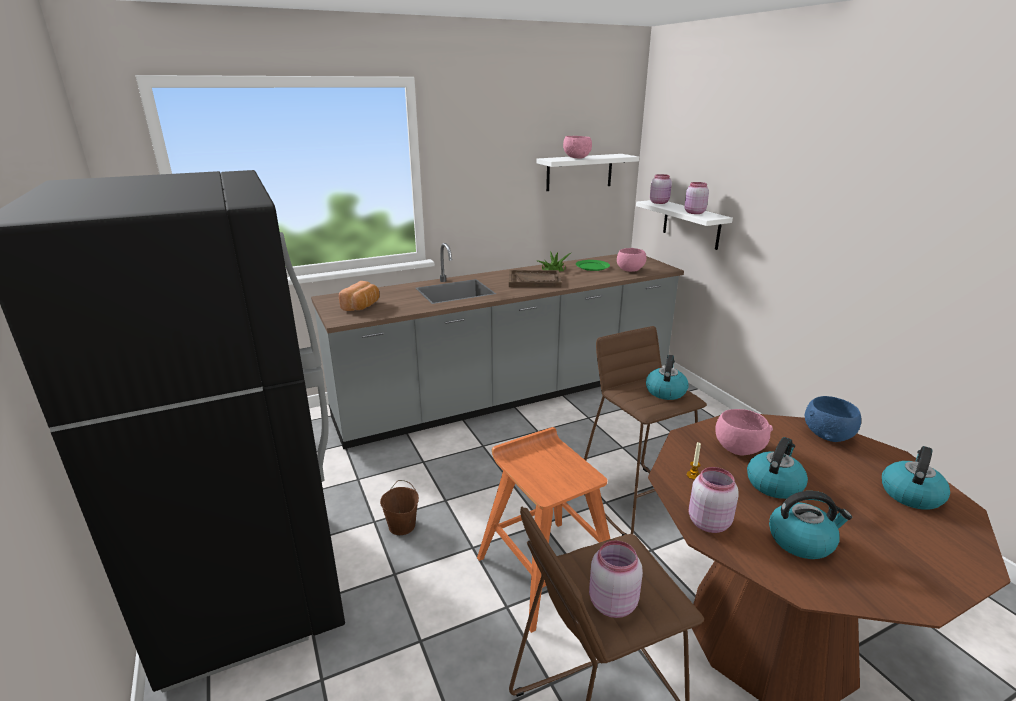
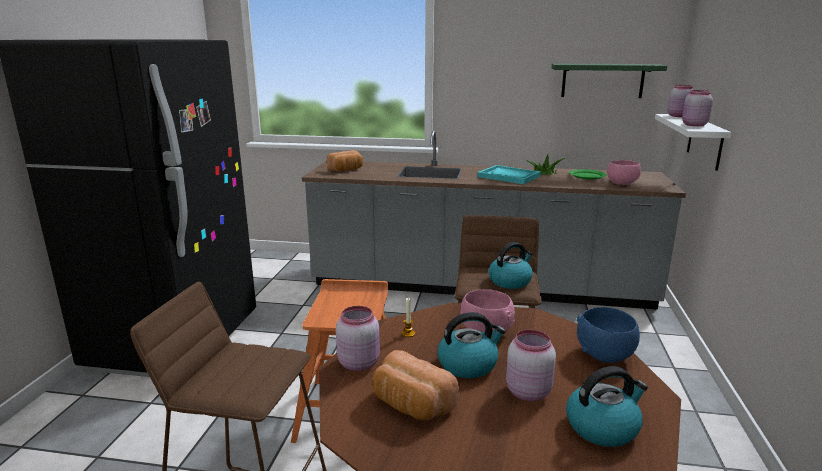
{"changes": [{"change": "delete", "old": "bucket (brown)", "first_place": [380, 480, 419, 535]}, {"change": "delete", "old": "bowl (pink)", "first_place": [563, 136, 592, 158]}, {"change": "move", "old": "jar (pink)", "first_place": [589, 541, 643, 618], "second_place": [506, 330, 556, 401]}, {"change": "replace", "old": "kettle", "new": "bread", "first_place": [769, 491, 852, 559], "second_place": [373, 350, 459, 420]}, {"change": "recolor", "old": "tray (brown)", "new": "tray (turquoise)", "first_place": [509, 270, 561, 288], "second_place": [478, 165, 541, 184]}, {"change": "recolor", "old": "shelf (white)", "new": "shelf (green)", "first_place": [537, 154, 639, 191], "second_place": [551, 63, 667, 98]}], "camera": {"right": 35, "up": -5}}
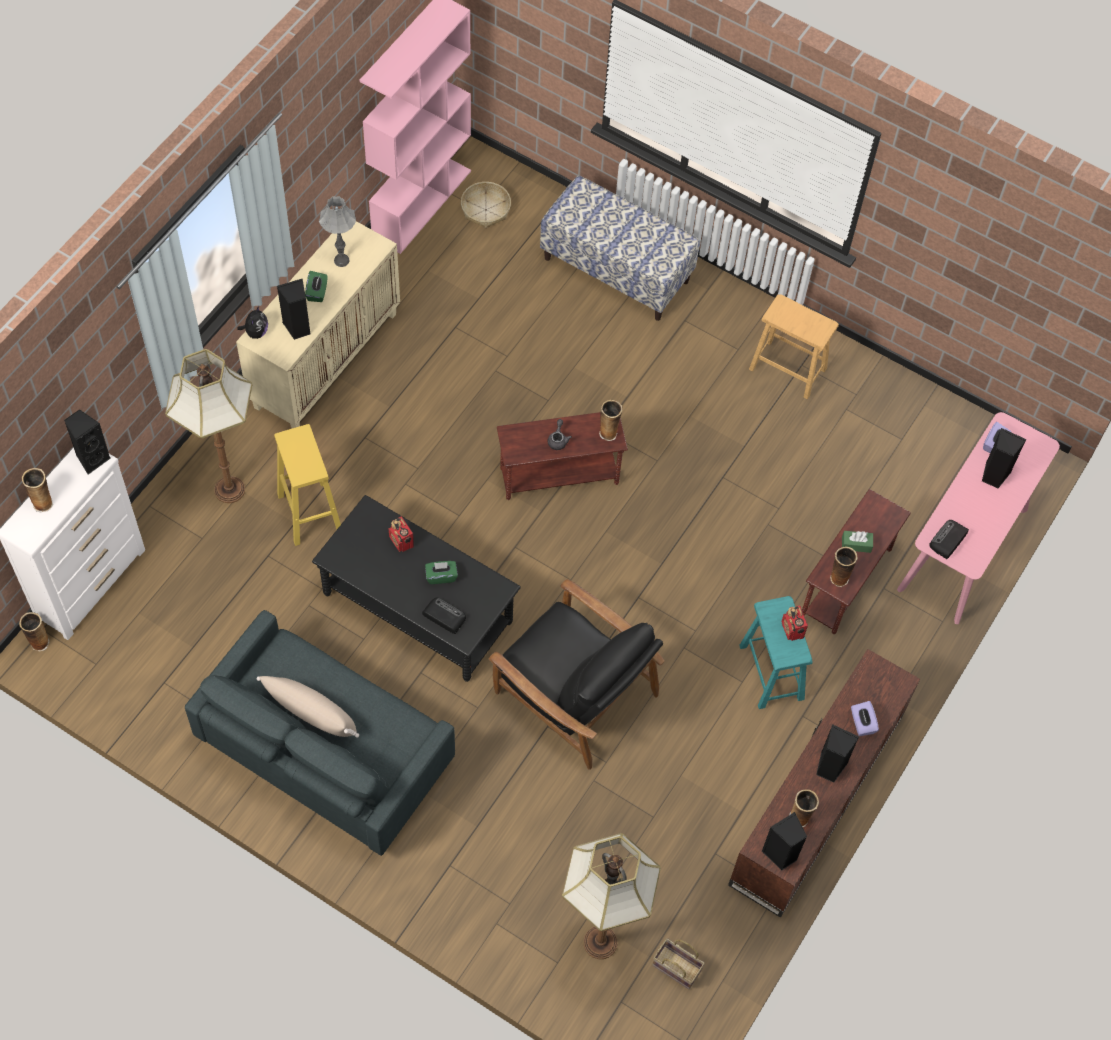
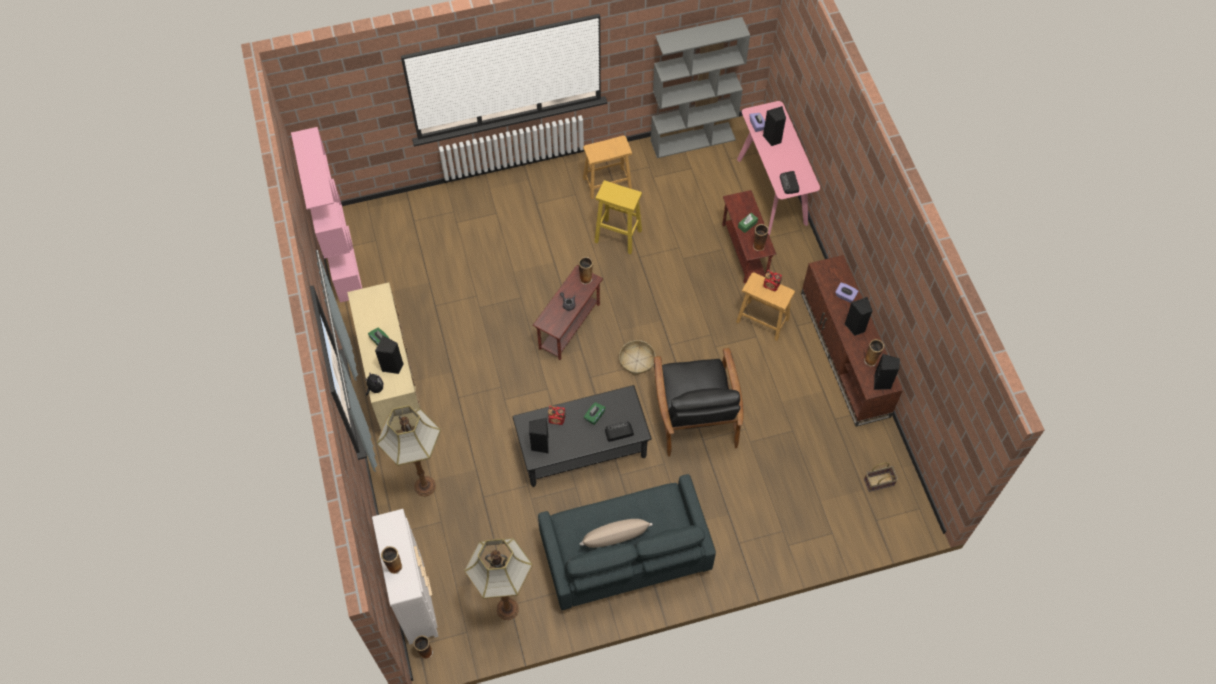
{"changes": [{"change": "delete", "old": "table lamp (grey)", "first_place": [319, 196, 356, 267]}, {"change": "delete", "old": "bench", "first_place": [540, 176, 700, 321]}, {"change": "insert", "new": "bookcase (grey)", "second_place": [651, 17, 750, 158]}, {"change": "move", "old": "speaker (black)", "first_place": [64, 409, 111, 475], "second_place": [529, 418, 549, 454]}, {"change": "move", "old": "stool (yellow)", "first_place": [274, 424, 341, 546], "second_place": [594, 180, 642, 254]}, {"change": "move", "old": "basket", "first_place": [461, 182, 511, 228], "second_place": [619, 340, 656, 375]}, {"change": "move", "old": "floor lamp", "first_place": [562, 833, 661, 959], "second_place": [464, 538, 533, 620]}, {"change": "recolor", "old": "stool (turquoise)", "new": "stool (brown)", "first_place": [739, 596, 813, 709], "second_place": [736, 273, 795, 341]}, {"change": "rotate", "old": "armchair (black)", "first_place": [489, 579, 665, 770], "second_place": [654, 348, 744, 457], "degrees": 90}], "camera": {"right": -45, "up": 0}}
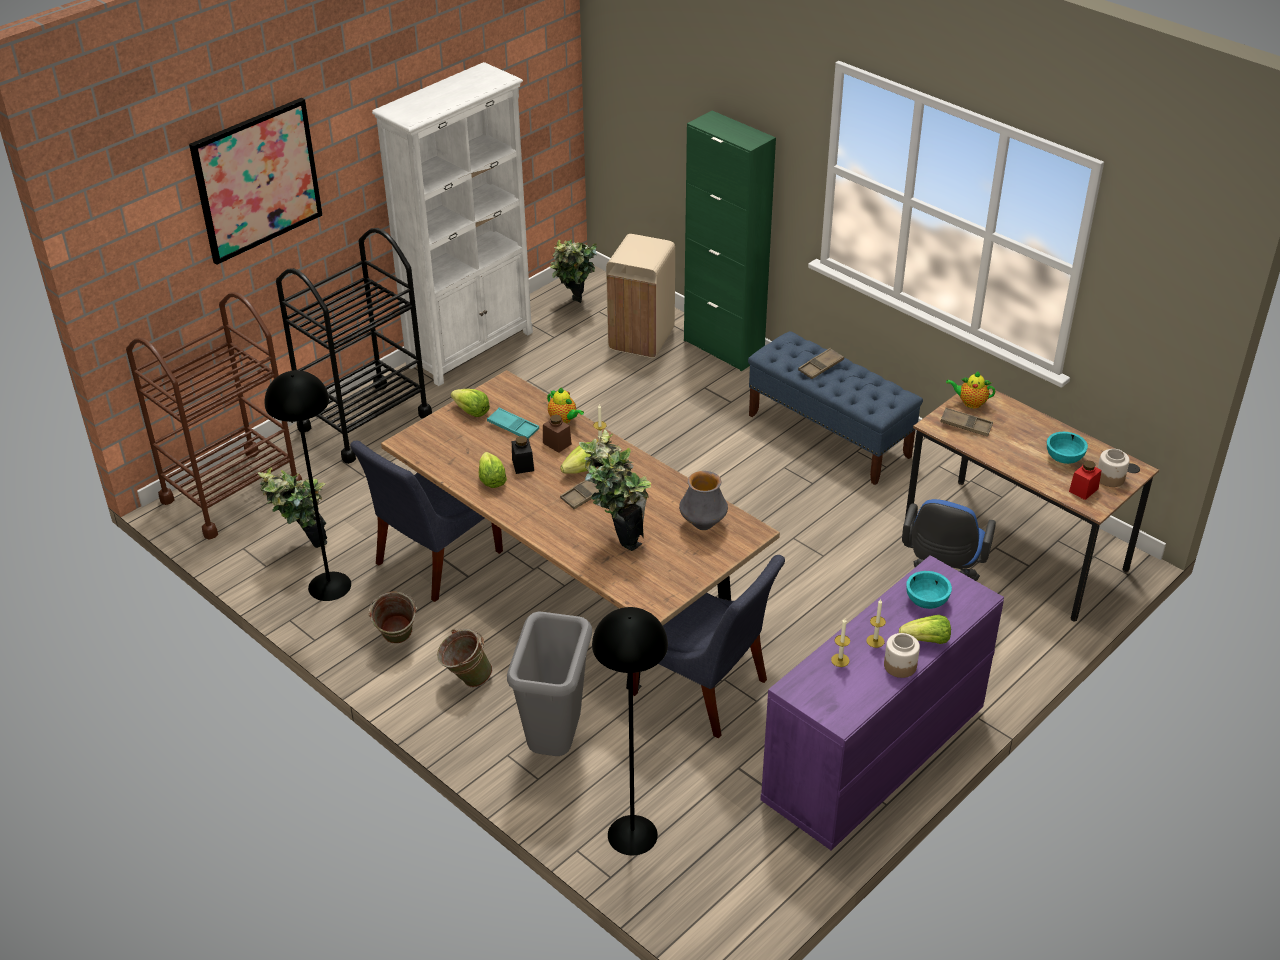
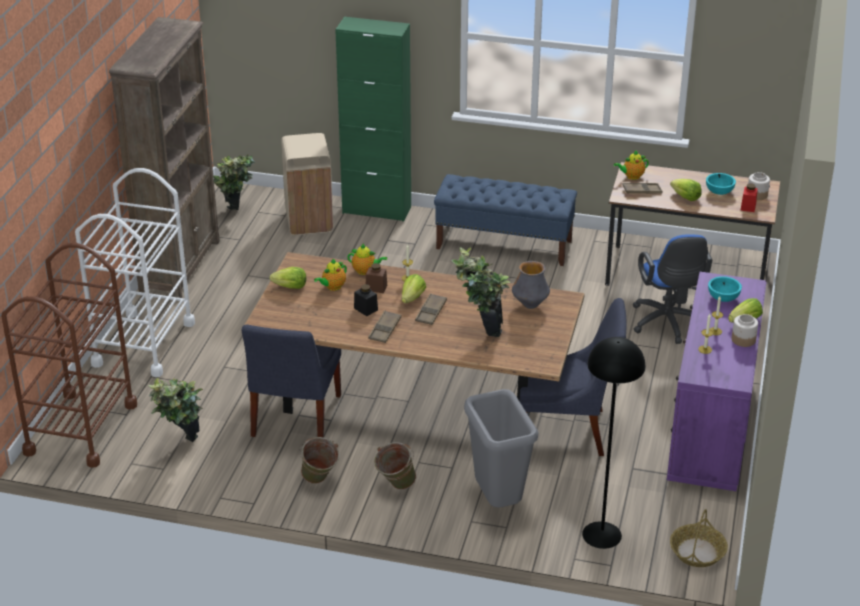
{"changes": [{"change": "delete", "old": "picture", "first_place": [189, 98, 323, 265]}, {"change": "delete", "old": "floor lamp (black)", "first_place": [265, 370, 351, 601]}, {"change": "insert", "new": "basket", "second_place": [670, 509, 728, 567]}, {"change": "move", "old": "lettuce", "first_place": [479, 452, 507, 488], "second_place": [670, 179, 702, 201]}, {"change": "move", "old": "tray (brown)", "first_place": [798, 348, 844, 379], "second_place": [368, 311, 401, 343]}, {"change": "replace", "old": "tray (turquoise)", "new": "teapot", "first_place": [487, 408, 539, 439], "second_place": [314, 259, 347, 291]}, {"change": "recolor", "old": "cart (black)", "new": "cart (white)", "first_place": [276, 228, 432, 464], "second_place": [75, 168, 195, 377]}, {"change": "recolor", "old": "bookcase (white)", "new": "bookcase (brown)", "first_place": [372, 62, 533, 386], "second_place": [109, 17, 220, 298]}], "camera": {"right": -30, "up": -5}}
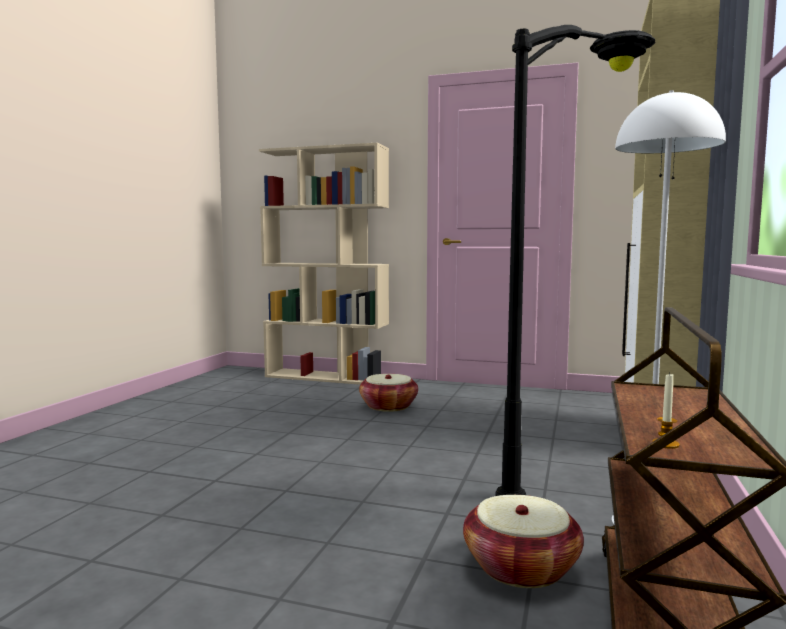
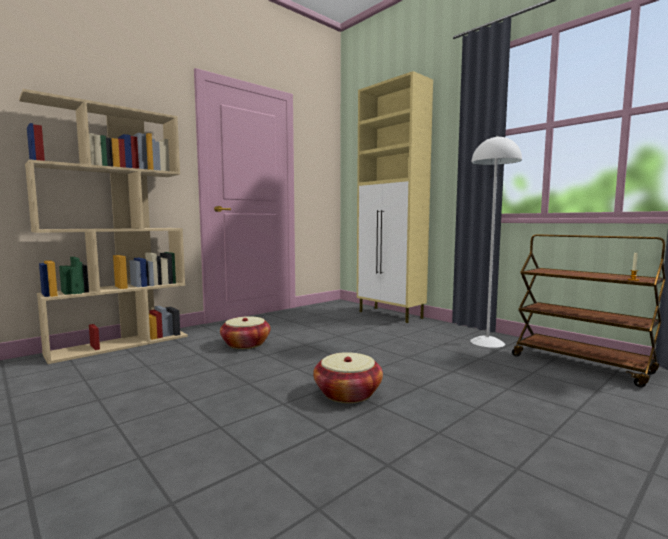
{"changes": [{"change": "delete", "old": "floor lamp (black)", "first_place": [495, 25, 655, 496]}, {"change": "move", "old": "basket", "first_place": [463, 495, 584, 588], "second_place": [313, 352, 383, 403]}], "camera": {"right": -60, "up": 0}}
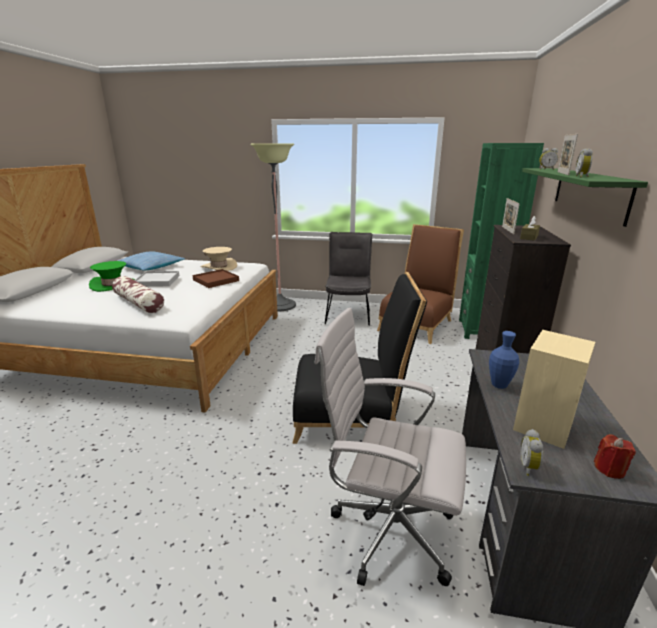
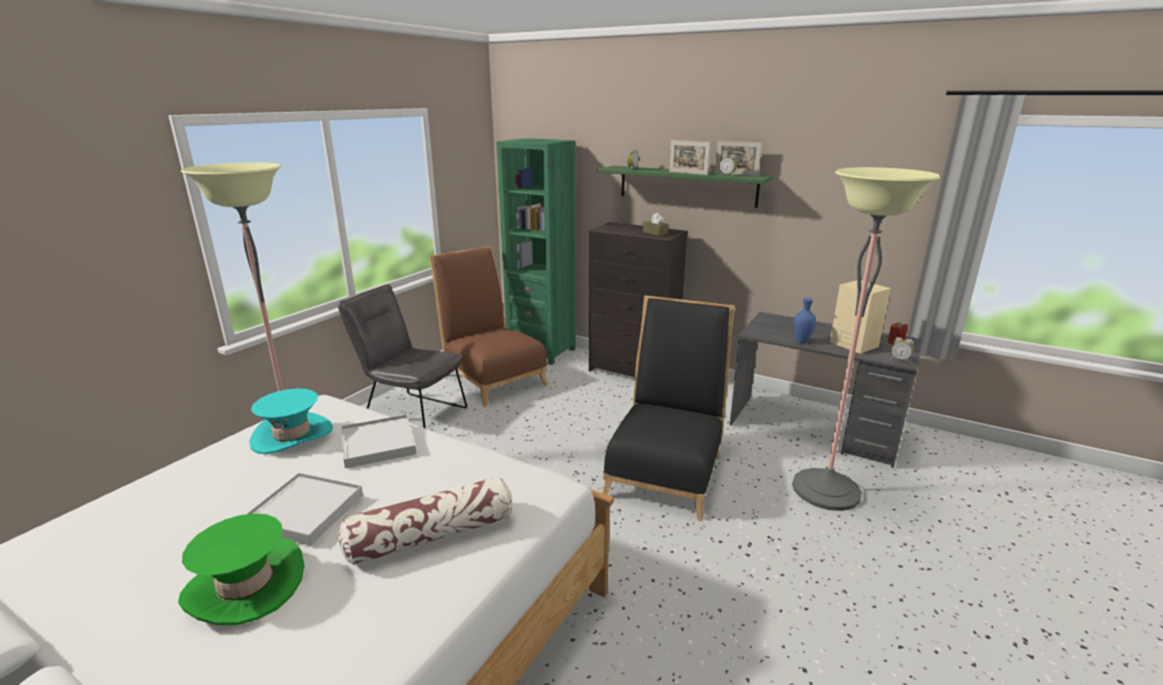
{"changes": [{"change": "delete", "old": "pillow", "first_place": [118, 251, 185, 271]}, {"change": "move", "old": "picture frame", "first_place": [502, 198, 520, 234], "second_place": [715, 141, 762, 176]}, {"change": "replace", "old": "office chair (white)", "new": "floor lamp", "first_place": [315, 308, 466, 586], "second_place": [792, 167, 940, 511]}, {"change": "recolor", "old": "tray (brown)", "new": "tray (white)", "first_place": [192, 269, 239, 288], "second_place": [341, 414, 417, 469]}, {"change": "recolor", "old": "hat (beige)", "new": "hat (turquoise)", "first_place": [200, 247, 237, 271], "second_place": [249, 389, 333, 454]}], "camera": {"right": -70, "up": 0}}
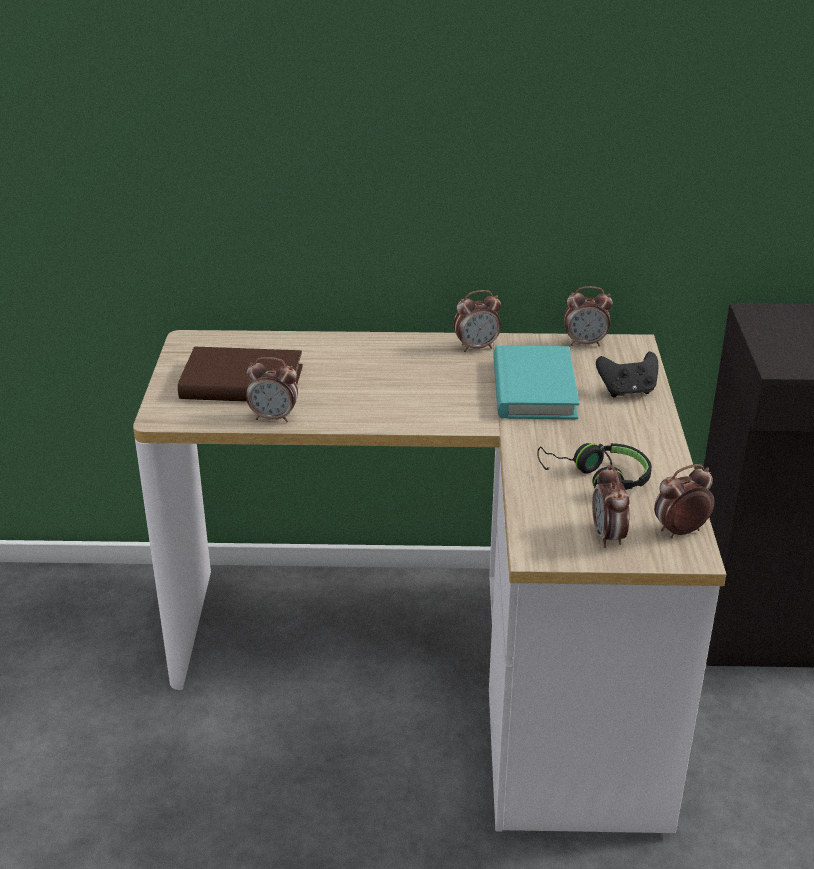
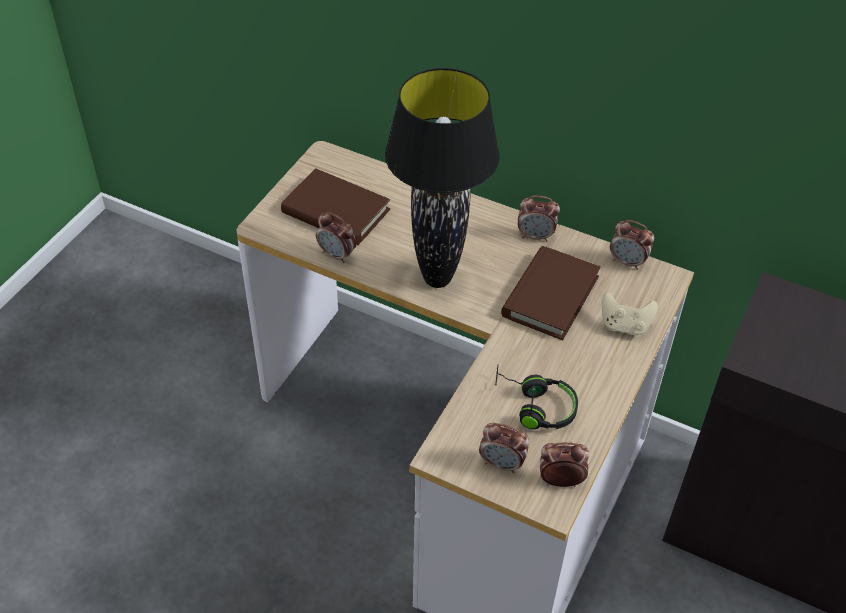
{"changes": [{"change": "insert", "new": "table lamp (black)", "second_place": [385, 68, 500, 288]}, {"change": "recolor", "old": "book (turquoise)", "new": "book (brown)", "first_place": [493, 346, 579, 419], "second_place": [501, 246, 601, 340]}, {"change": "recolor", "old": "game controller (black)", "new": "game controller (beige)", "first_place": [596, 351, 658, 398], "second_place": [602, 291, 658, 336]}, {"change": "rotate", "old": "alarm clock", "first_place": [592, 465, 630, 548], "second_place": [479, 423, 529, 473], "degrees": -90}], "camera": {"right": 25, "up": 15}}
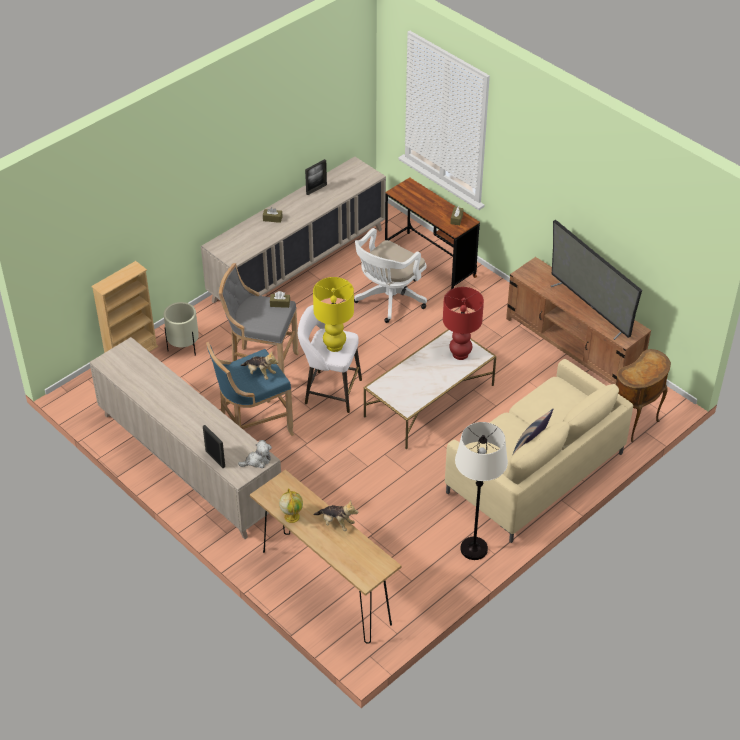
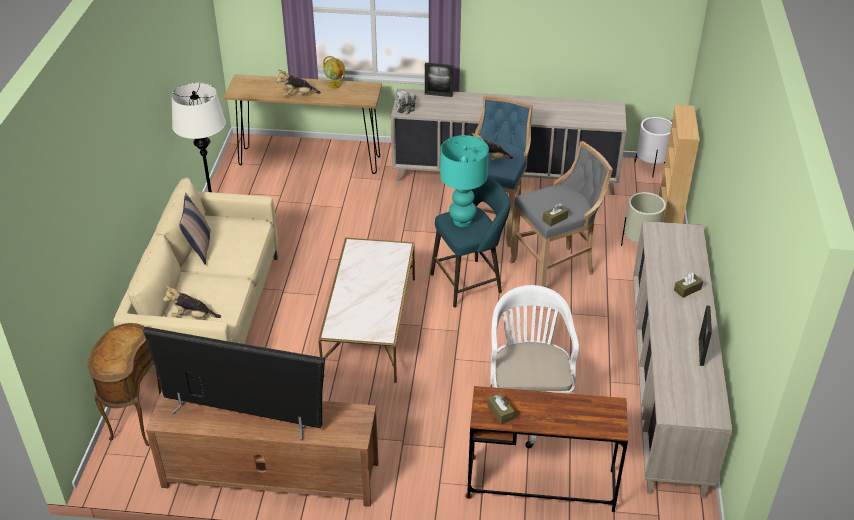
{"changes": [{"change": "delete", "old": "table lamp (red)", "first_place": [443, 287, 484, 360]}, {"change": "insert", "new": "plush toy", "second_place": [163, 286, 221, 318]}, {"change": "insert", "new": "planter (white)", "second_place": [635, 117, 672, 178]}, {"change": "recolor", "old": "stool (white)", "new": "stool (turquoise)", "first_place": [298, 305, 362, 413], "second_place": [431, 177, 510, 308]}, {"change": "recolor", "old": "table lamp (yellow)", "new": "table lamp (turquoise)", "first_place": [313, 277, 354, 352], "second_place": [440, 135, 489, 227]}], "camera": {"right": 140, "up": -5}}
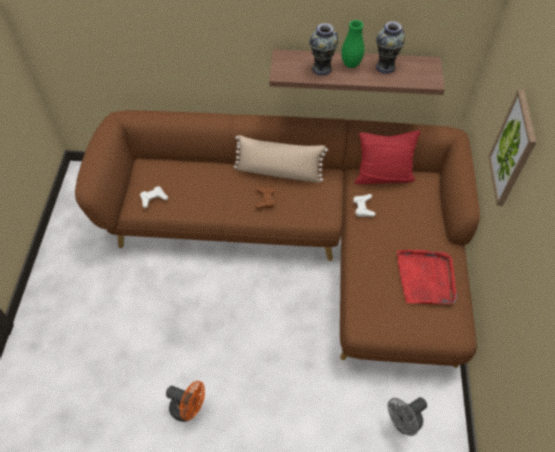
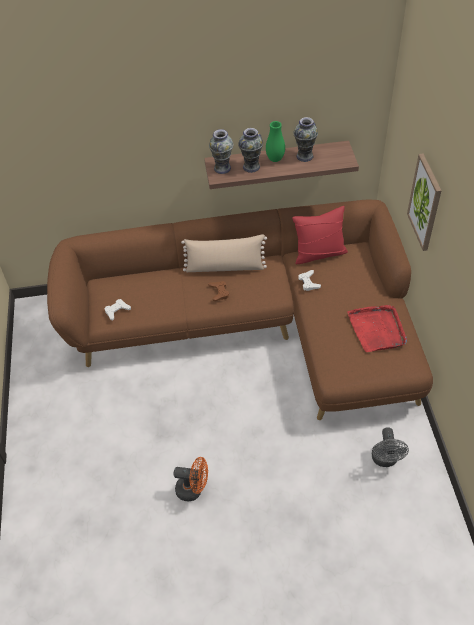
{"changes": [{"change": "insert", "new": "vase", "second_place": [209, 129, 234, 174]}, {"change": "rotate", "old": "fan (grey)", "first_place": [388, 397, 427, 436], "second_place": [372, 427, 409, 467], "degrees": -45}], "camera": {"right": -10, "up": -5}}
